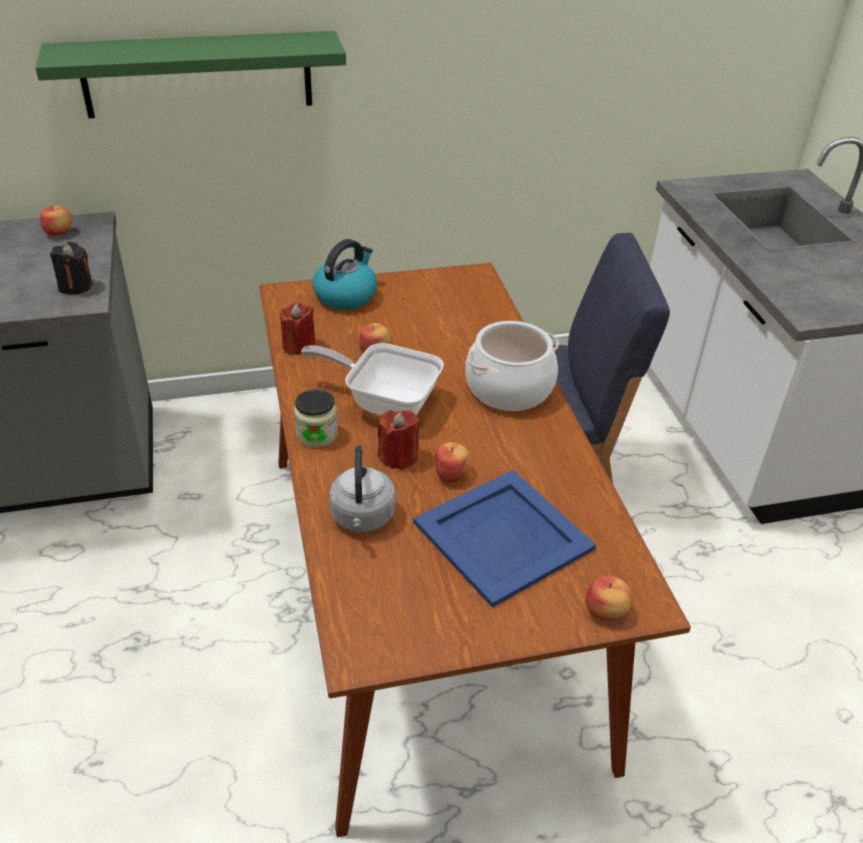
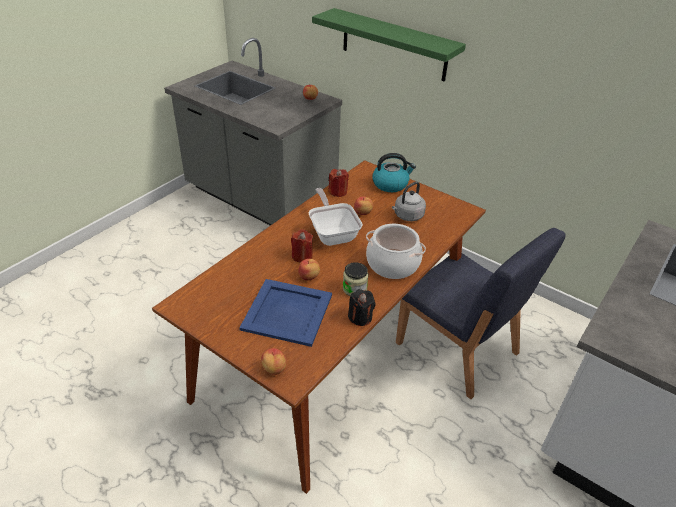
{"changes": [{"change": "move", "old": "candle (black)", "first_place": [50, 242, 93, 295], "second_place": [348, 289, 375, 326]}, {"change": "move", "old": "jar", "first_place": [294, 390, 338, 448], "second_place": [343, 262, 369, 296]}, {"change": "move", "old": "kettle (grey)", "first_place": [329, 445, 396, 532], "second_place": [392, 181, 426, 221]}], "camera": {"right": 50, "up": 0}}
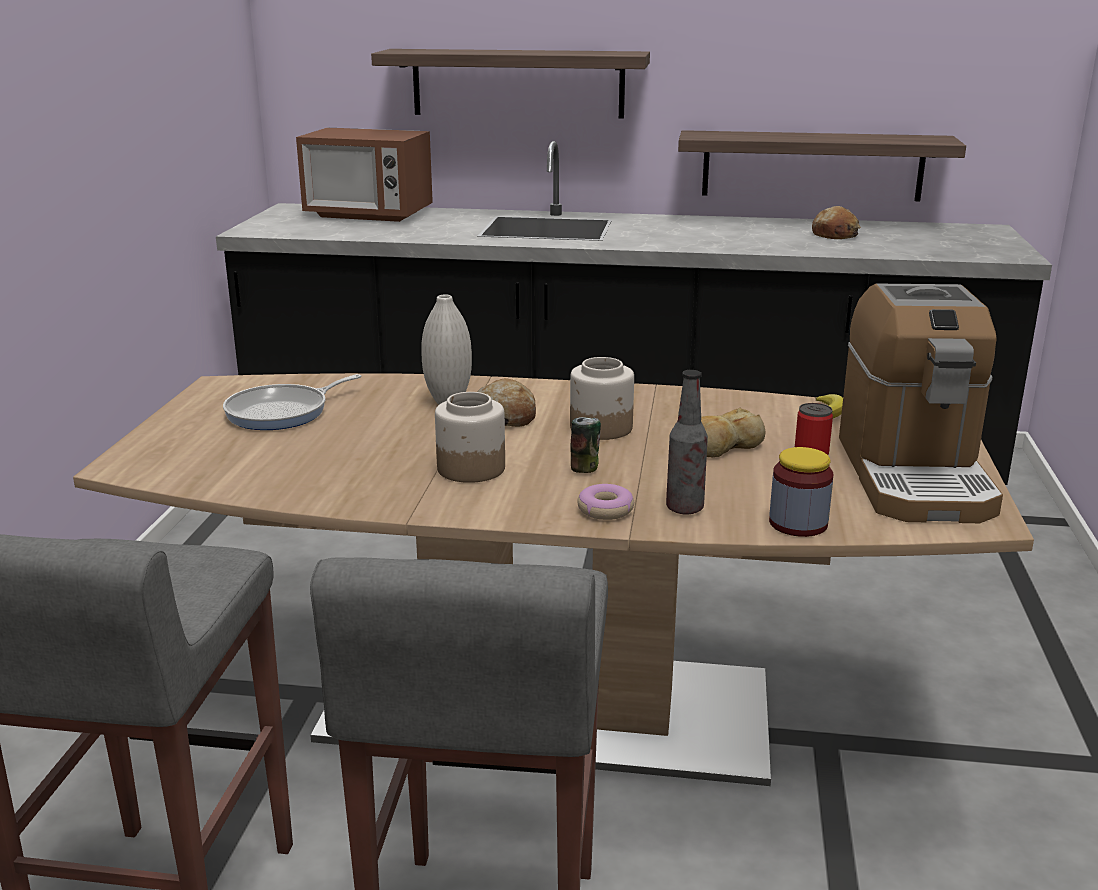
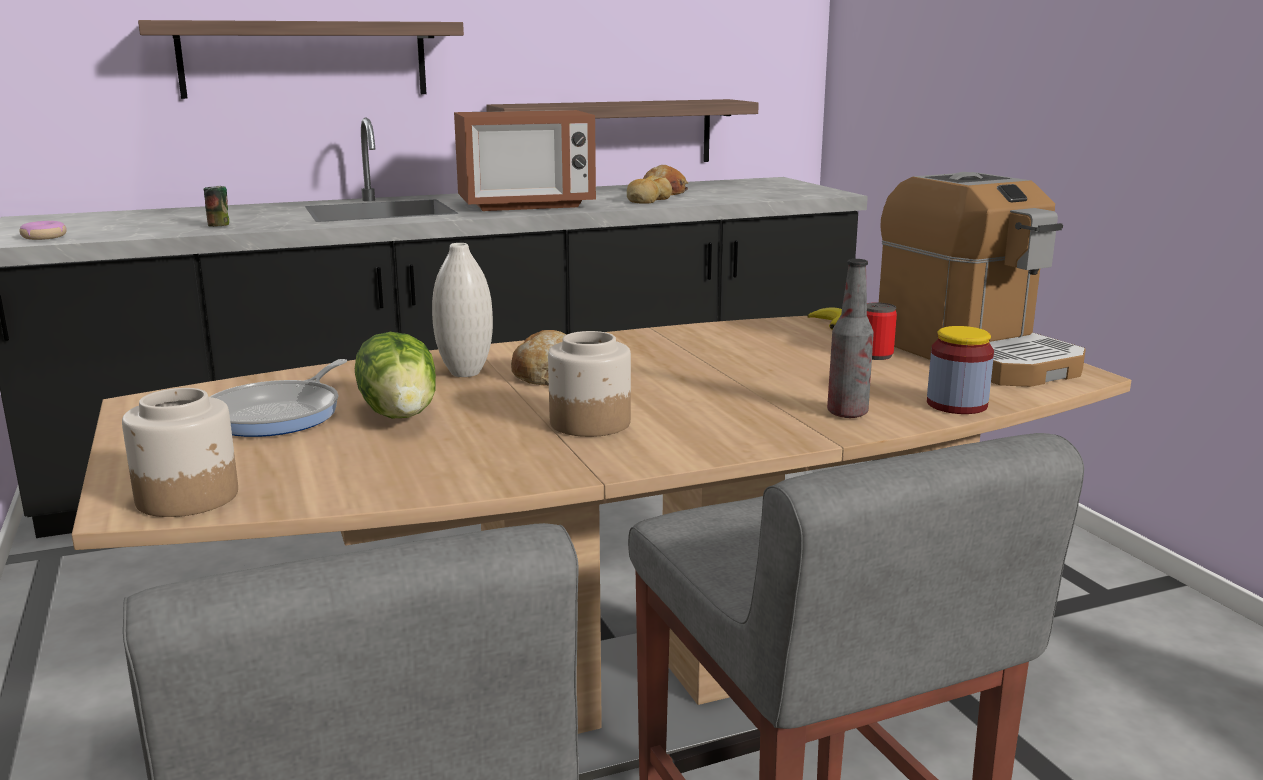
{"changes": [{"change": "insert", "new": "lettuce", "second_place": [355, 332, 436, 418]}, {"change": "move", "old": "microwave", "first_place": [296, 128, 433, 222], "second_place": [454, 110, 596, 211]}, {"change": "move", "old": "jar", "first_place": [570, 357, 634, 440], "second_place": [122, 388, 238, 517]}, {"change": "move", "old": "can", "first_place": [570, 417, 601, 473], "second_place": [203, 186, 229, 227]}, {"change": "move", "old": "donut", "first_place": [577, 484, 634, 520], "second_place": [19, 221, 67, 240]}, {"change": "move", "old": "bread", "first_place": [701, 408, 765, 457], "second_place": [627, 175, 672, 204]}], "camera": {"right": -30, "up": -5}}
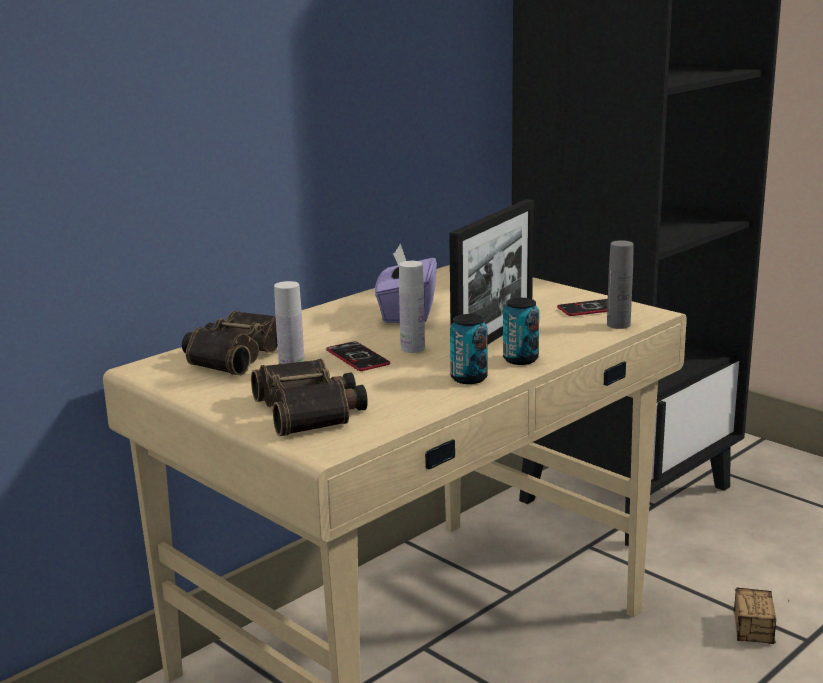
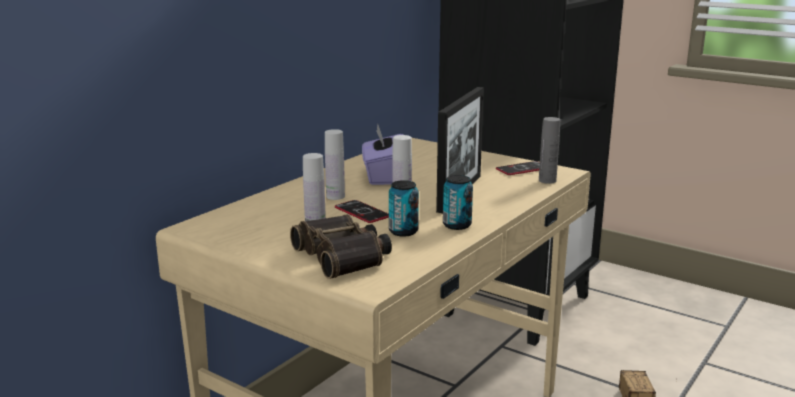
{"changes": [{"change": "delete", "old": "binoculars", "first_place": [182, 311, 278, 375]}, {"change": "insert", "new": "bottle (white)", "second_place": [325, 129, 345, 200]}, {"change": "move", "old": "can", "first_place": [503, 298, 539, 365], "second_place": [389, 180, 419, 237]}], "camera": {"right": -10, "up": 0}}
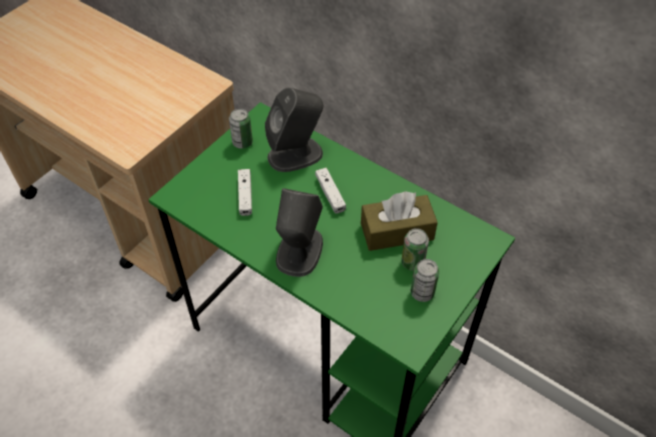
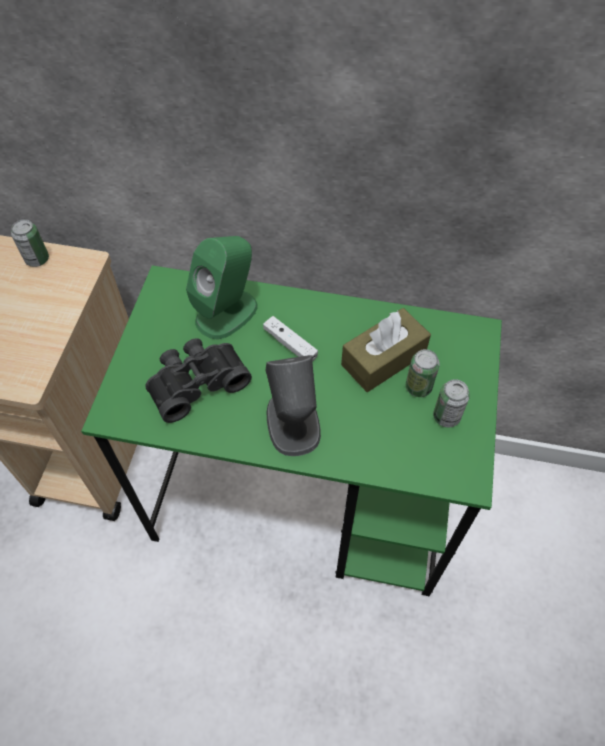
{"changes": [{"change": "move", "old": "can", "first_place": [229, 108, 253, 149], "second_place": [11, 219, 49, 267]}, {"change": "replace", "old": "game controller (white)", "new": "binoculars (black)", "first_place": [238, 169, 252, 216], "second_place": [145, 338, 252, 423]}, {"change": "recolor", "old": "speaker (grey)", "new": "speaker (green)", "first_place": [265, 87, 323, 172], "second_place": [186, 236, 258, 339]}], "camera": {"right": -25, "up": 5}}
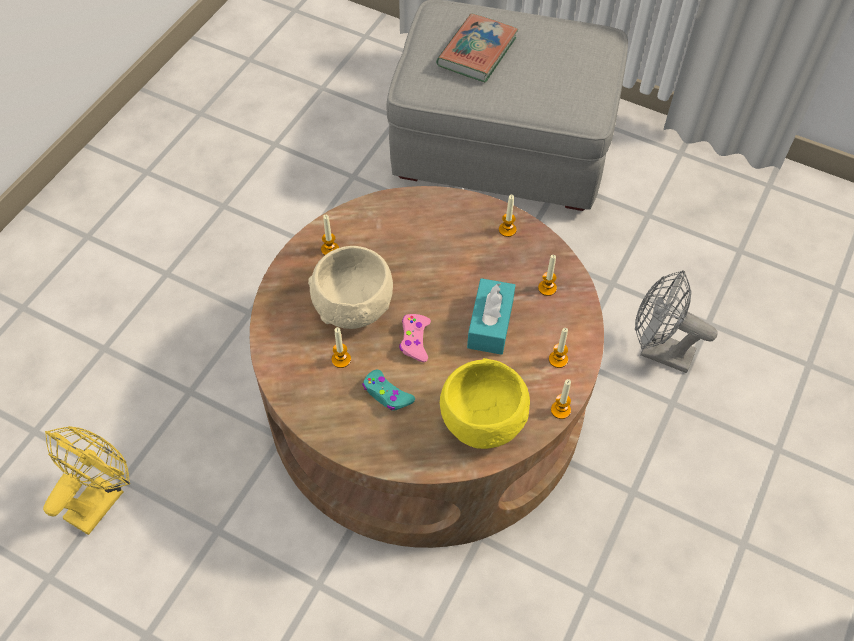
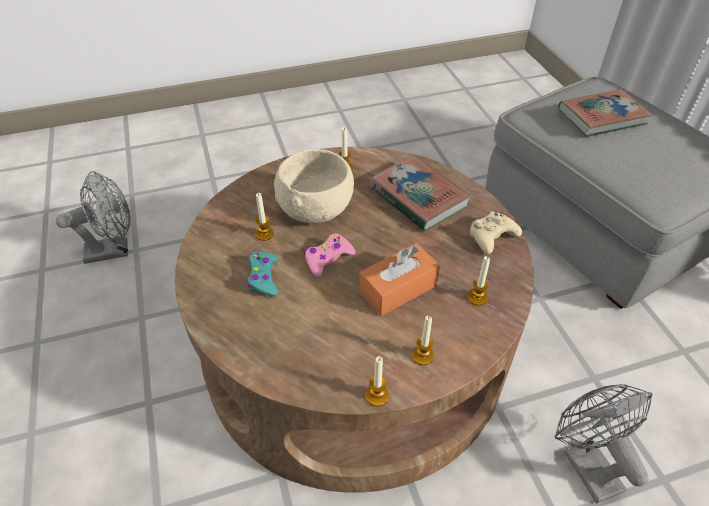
{"changes": [{"change": "delete", "old": "bowl (yellow)", "first_place": [440, 358, 530, 449]}, {"change": "insert", "new": "book", "second_place": [369, 156, 471, 231]}, {"change": "replace", "old": "candle", "new": "game controller (beige)", "first_place": [499, 195, 516, 237], "second_place": [469, 211, 522, 254]}, {"change": "recolor", "old": "fan (yellow)", "new": "fan (grey)", "first_place": [43, 426, 130, 535], "second_place": [56, 171, 131, 264]}, {"change": "recolor", "old": "tissue box (turquoise)", "new": "tissue box (orange)", "first_place": [467, 278, 515, 355], "second_place": [359, 243, 440, 316]}], "camera": {"right": 45, "up": -10}}
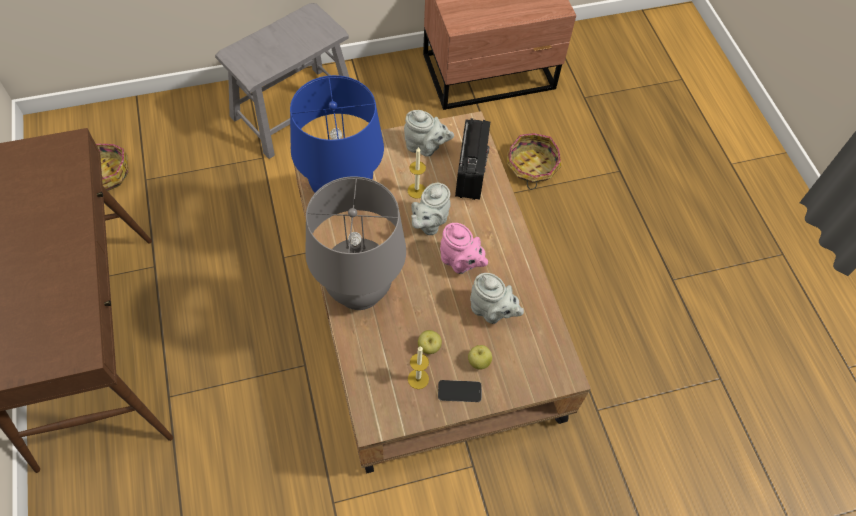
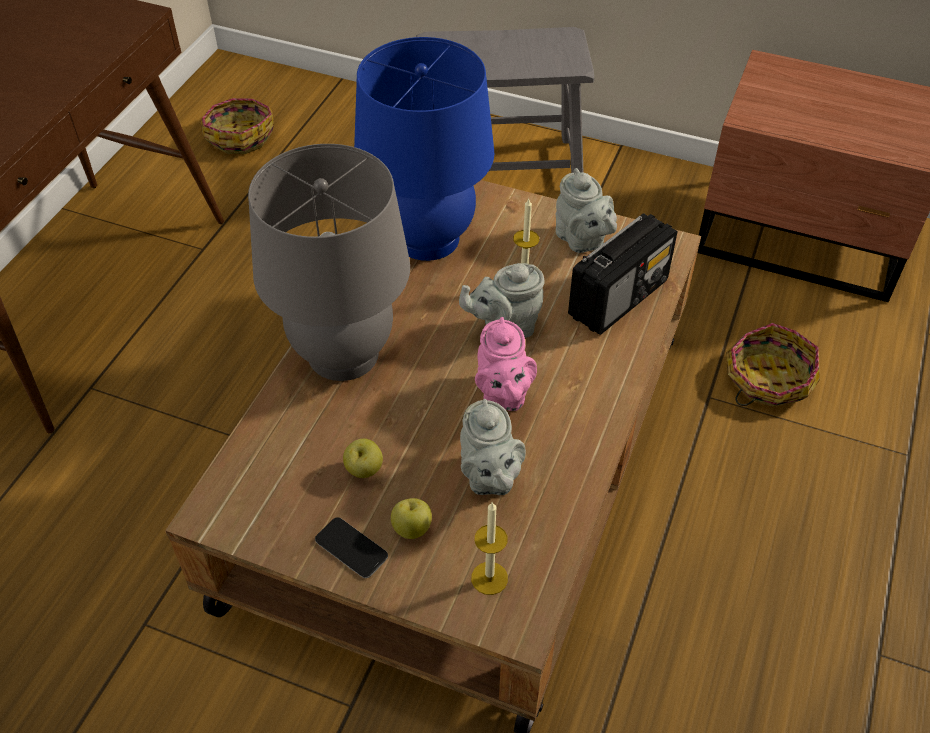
{"changes": [{"change": "move", "old": "candle", "first_place": [408, 346, 429, 389], "second_place": [471, 501, 508, 595]}], "camera": {"right": 40, "up": -10}}
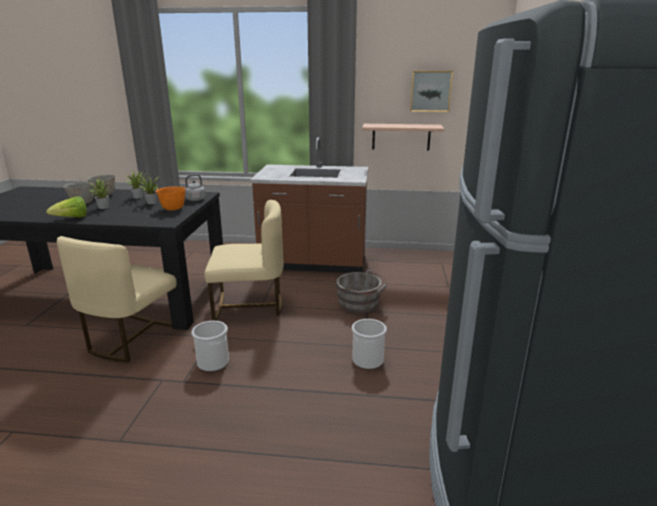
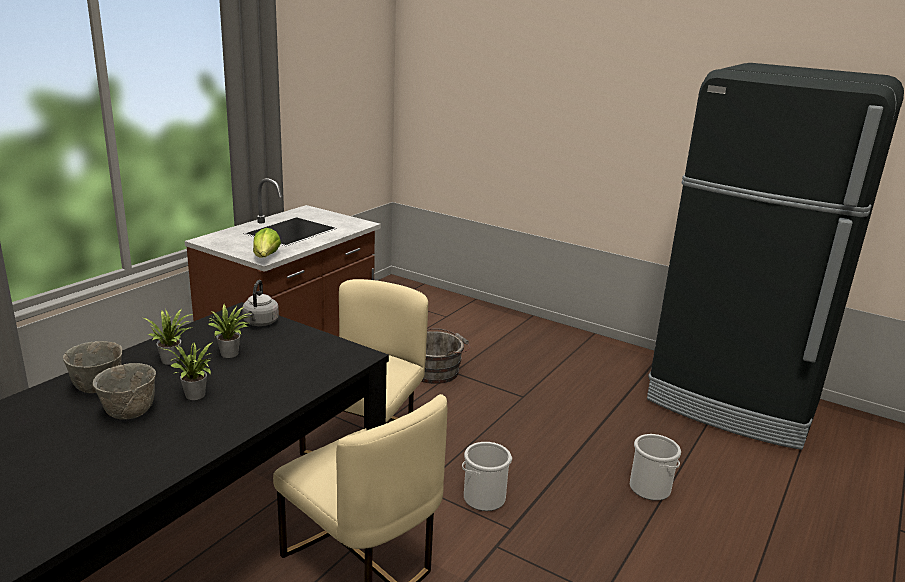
{"changes": [{"change": "delete", "old": "bowl (orange)", "first_place": [156, 186, 186, 211]}, {"change": "delete", "old": "shelf", "first_place": [362, 124, 444, 151]}, {"change": "delete", "old": "picture", "first_place": [410, 71, 453, 112]}, {"change": "move", "old": "lettuce", "first_place": [46, 197, 87, 218], "second_place": [253, 228, 281, 258]}, {"change": "move", "old": "bucket", "first_place": [352, 319, 387, 369], "second_place": [630, 434, 681, 501]}], "camera": {"right": -65, "up": 0}}
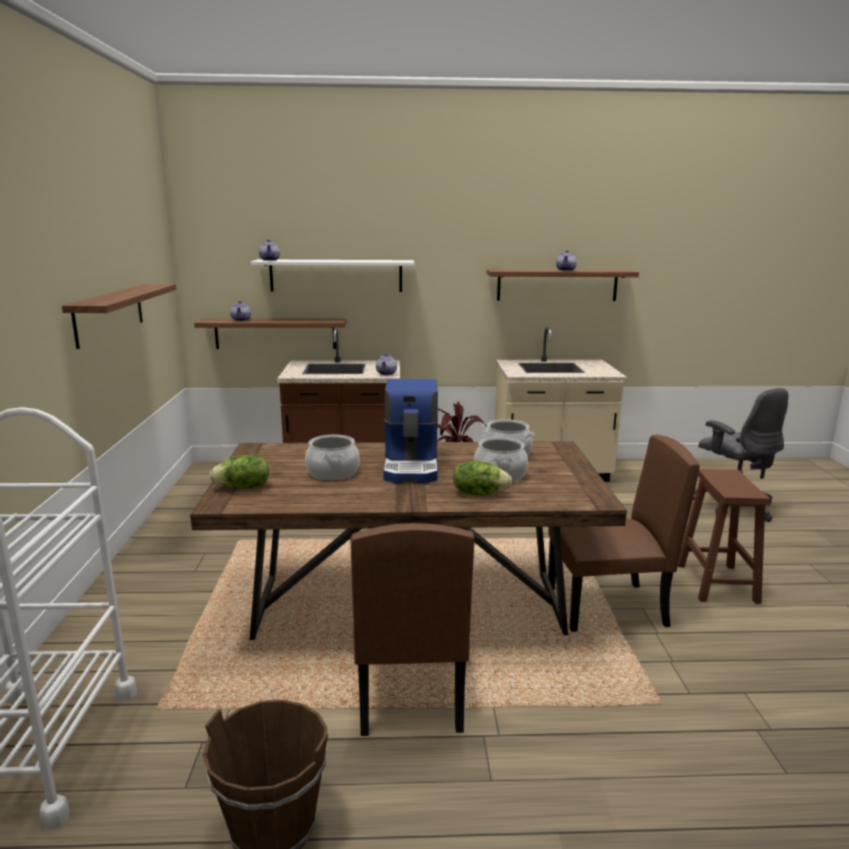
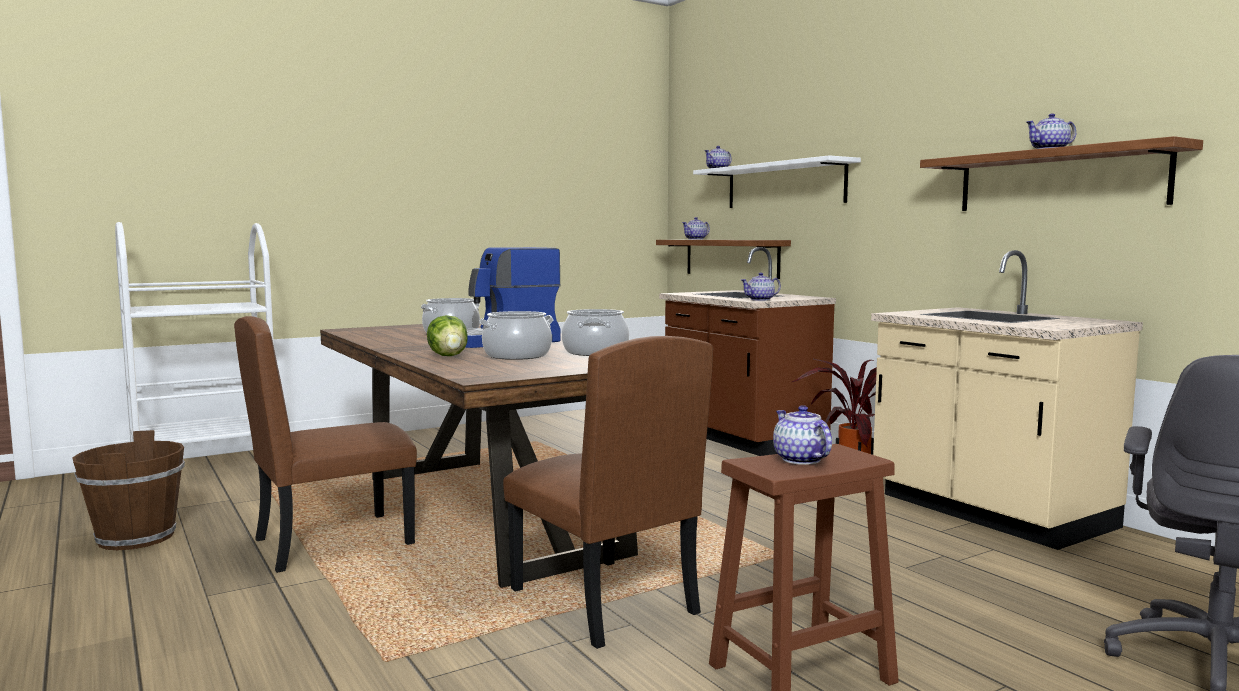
{"changes": [{"change": "delete", "old": "shelf", "first_place": [62, 284, 176, 349]}, {"change": "delete", "old": "lettuce", "first_place": [209, 455, 269, 489]}, {"change": "insert", "new": "teapot", "second_place": [773, 405, 832, 465]}], "camera": {"right": 60, "up": -10}}
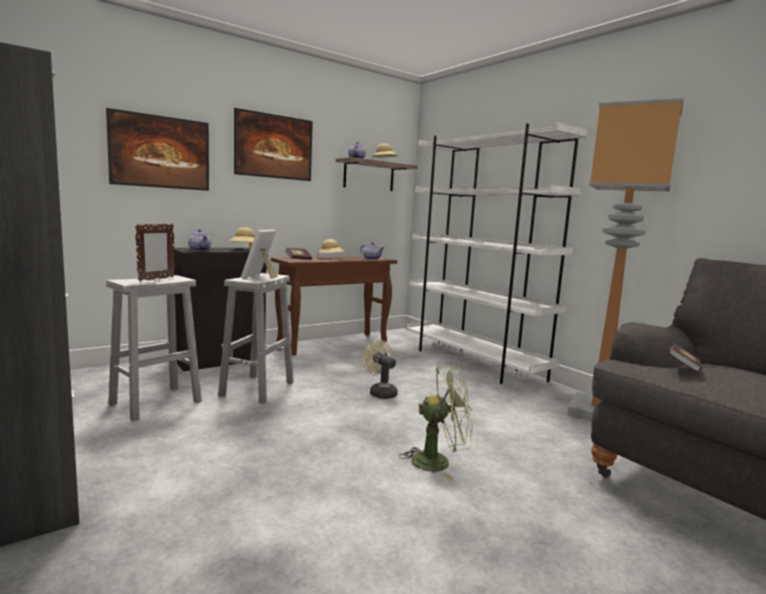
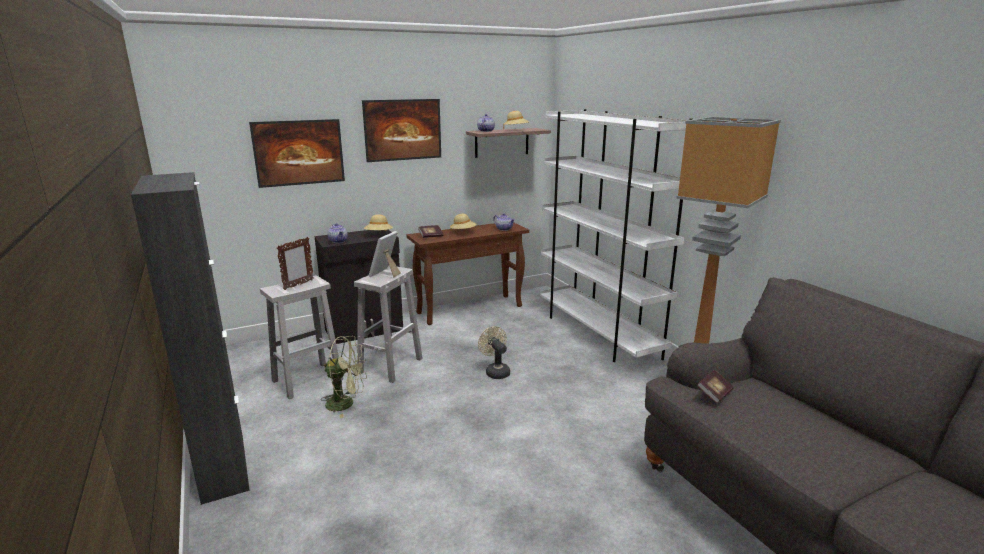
{"changes": [{"change": "move", "old": "fan (green)", "first_place": [399, 365, 474, 480], "second_place": [321, 336, 367, 418]}], "camera": {"right": 10, "up": 10}}
